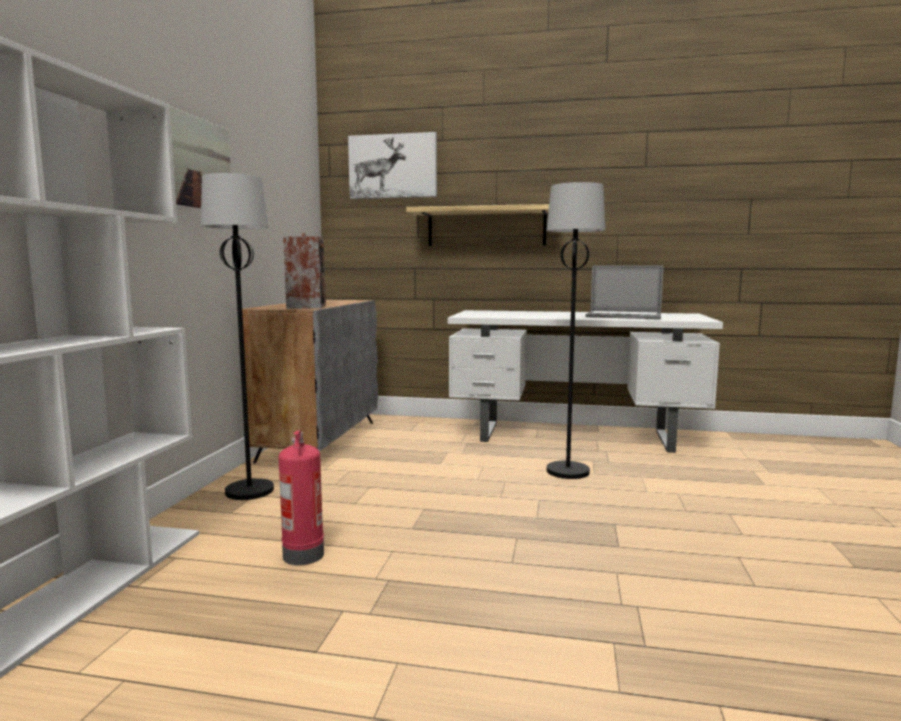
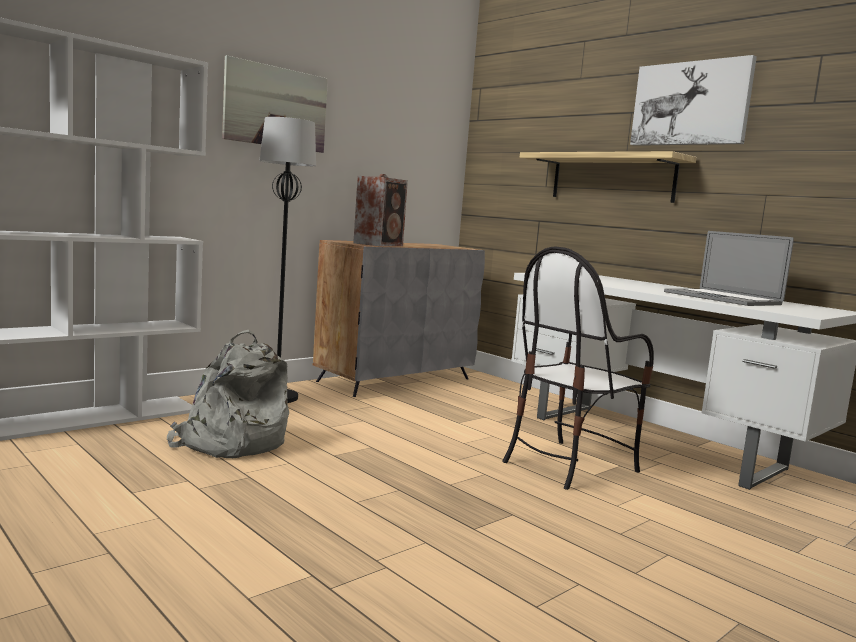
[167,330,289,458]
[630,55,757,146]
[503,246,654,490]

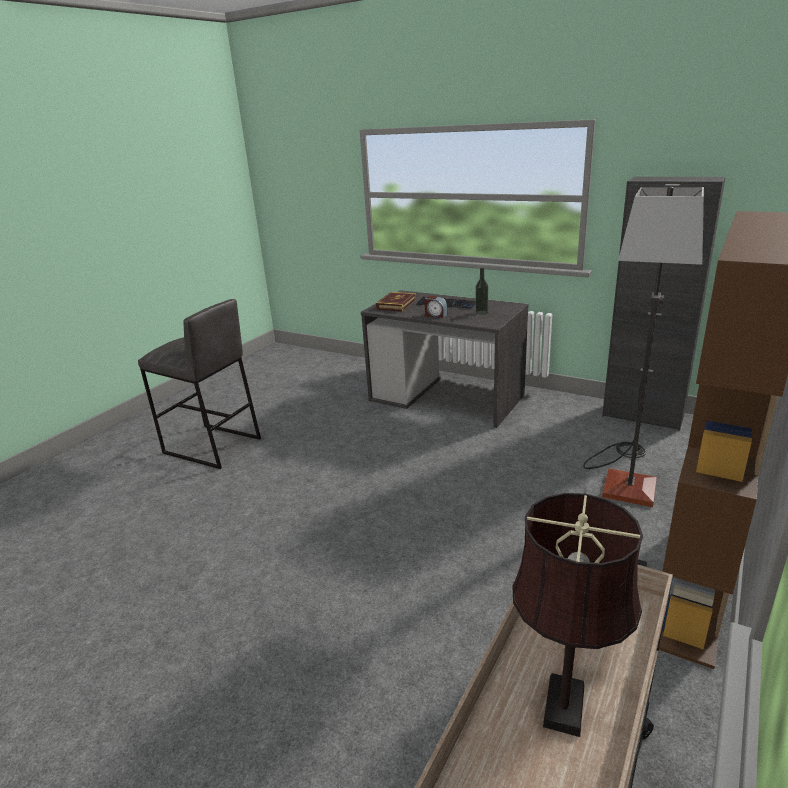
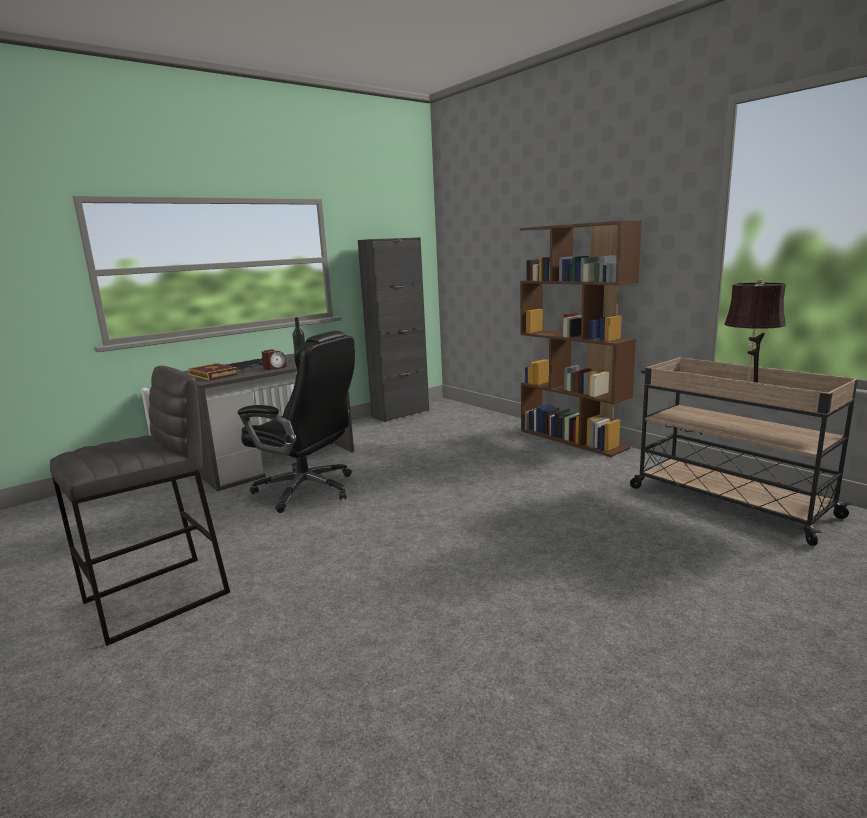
[583,187,704,507] (first image)
[238,331,355,513]

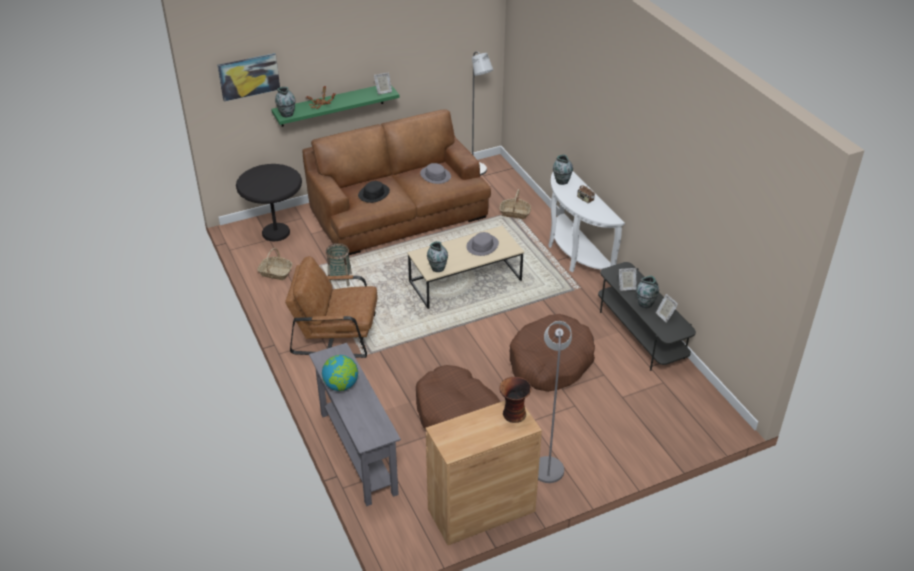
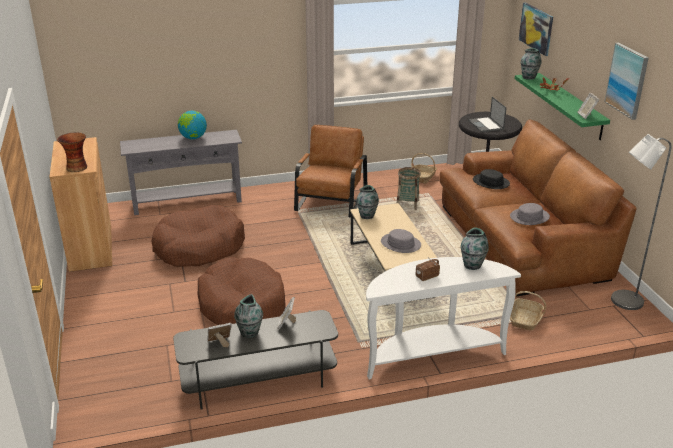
[538,321,572,483] (first image)
[468,97,507,133]
[604,43,649,120]

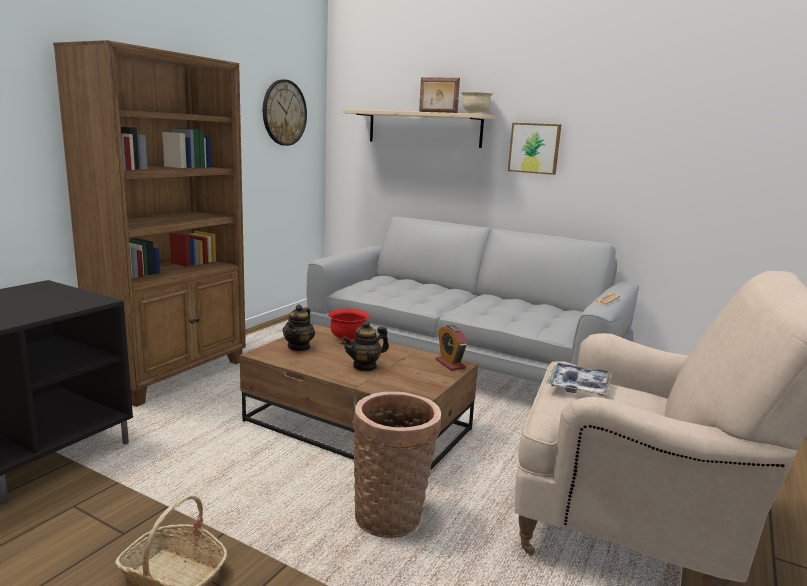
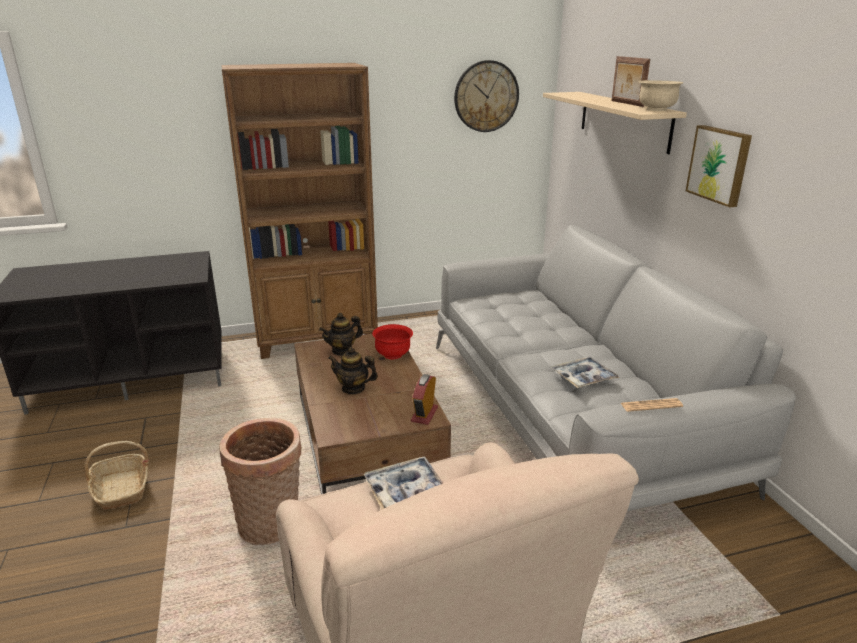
[551,357,620,388]

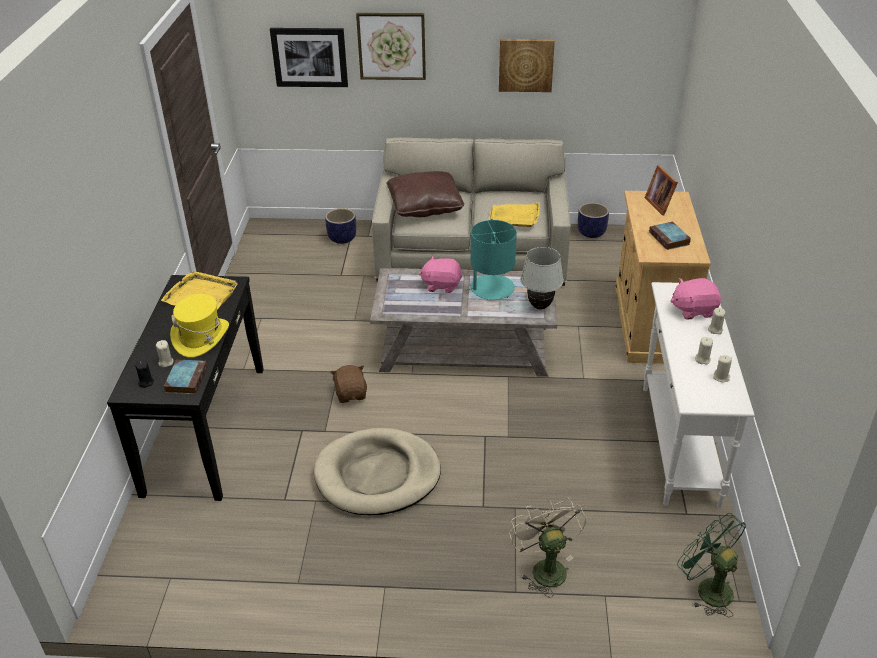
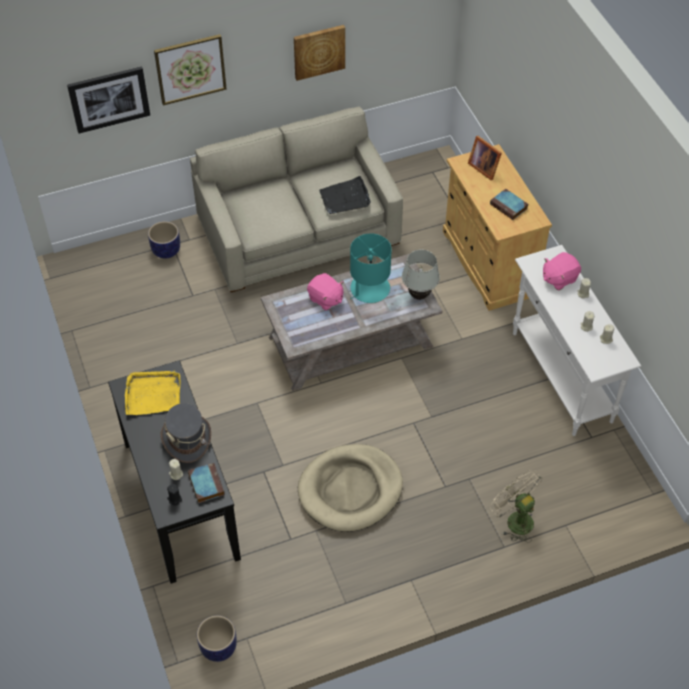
[161,403,211,463]
[331,365,367,403] (first image)
[387,171,464,217] (first image)
[307,273,343,310]
[319,176,371,214]
[197,615,237,662]
[677,513,746,617] (first image)

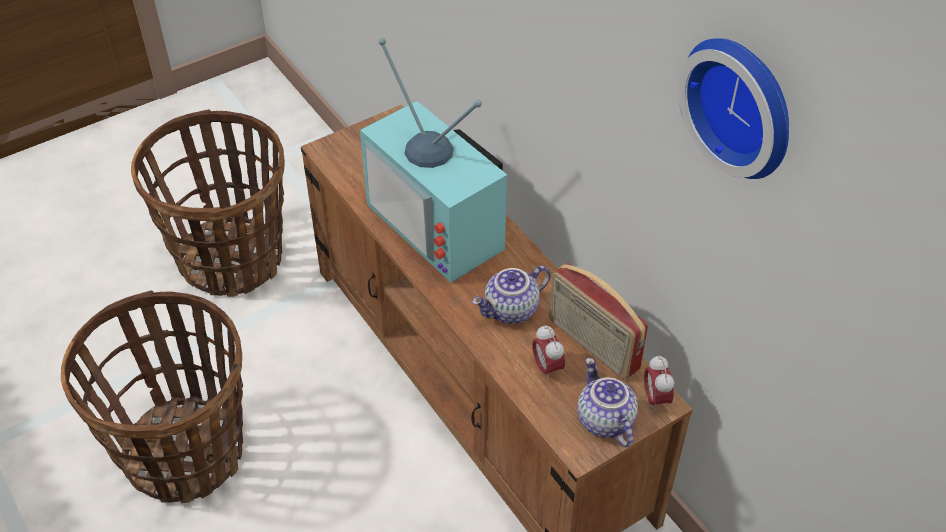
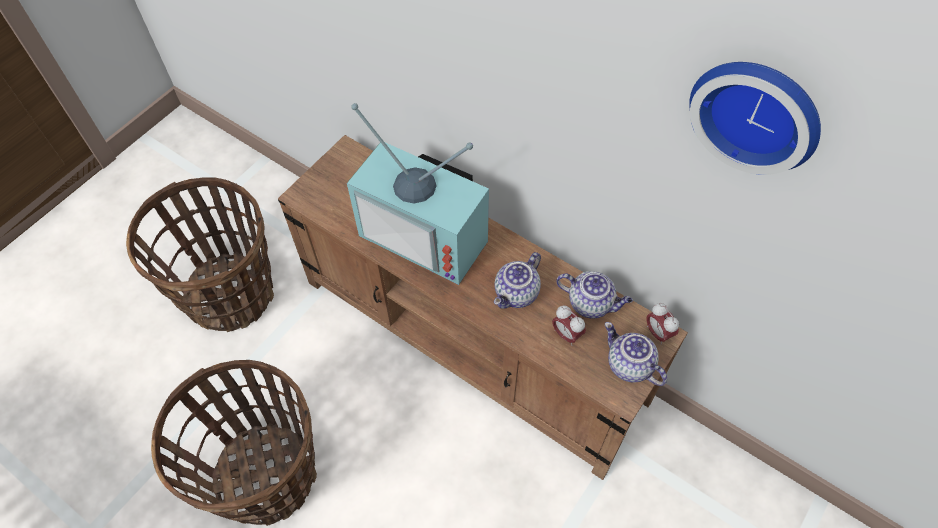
[556,271,633,319]

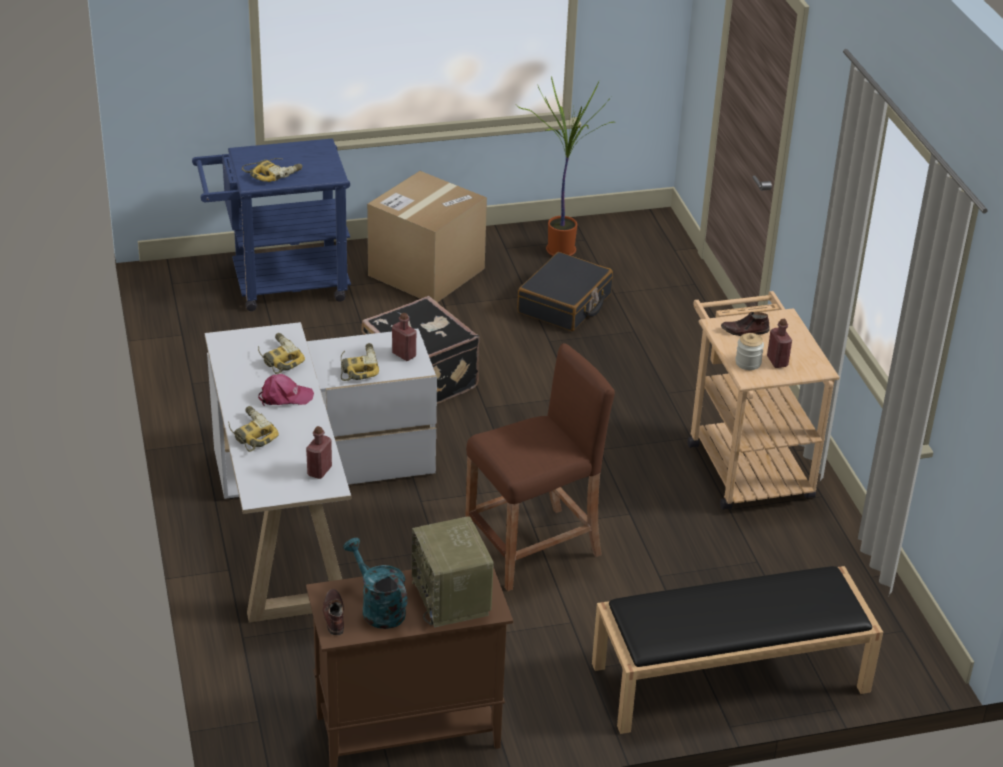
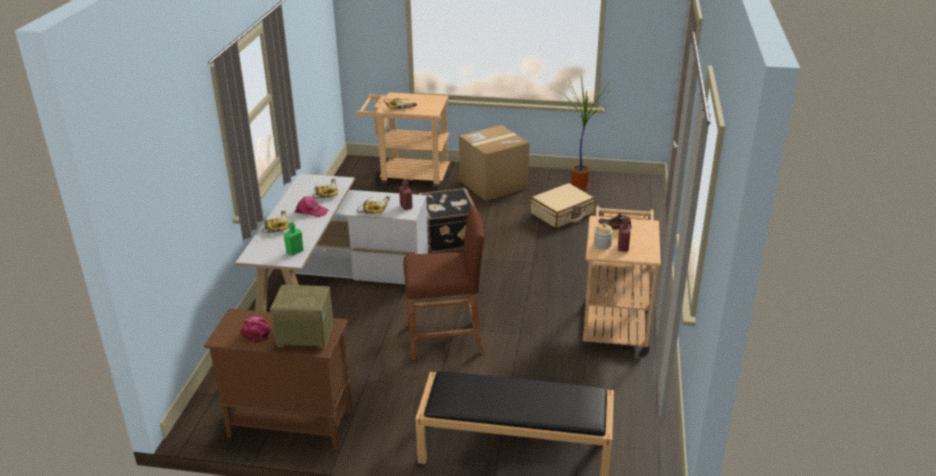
[356,92,450,190]
[284,221,304,256]
[323,589,344,635] (first image)
[240,316,271,342]
[270,285,333,349]
[530,183,595,228]

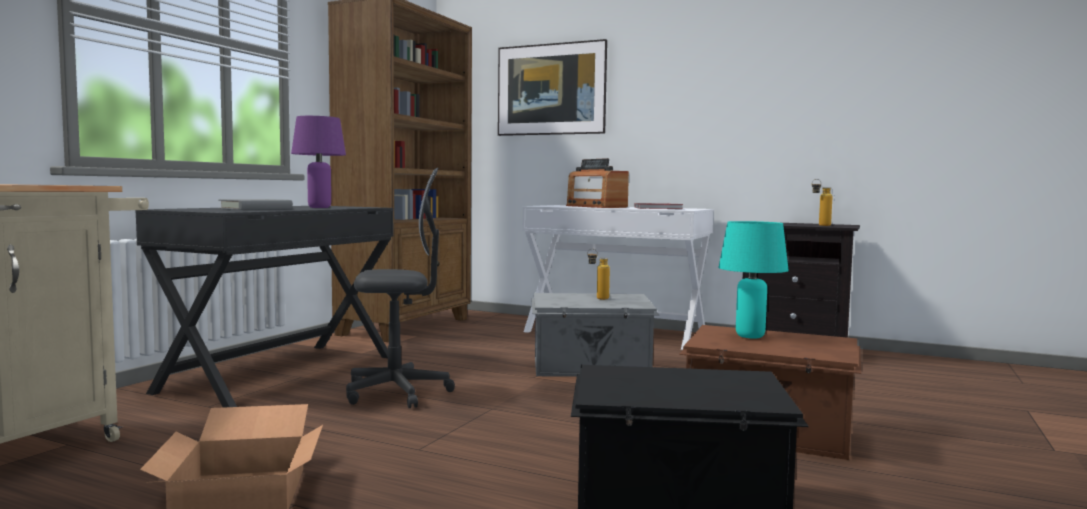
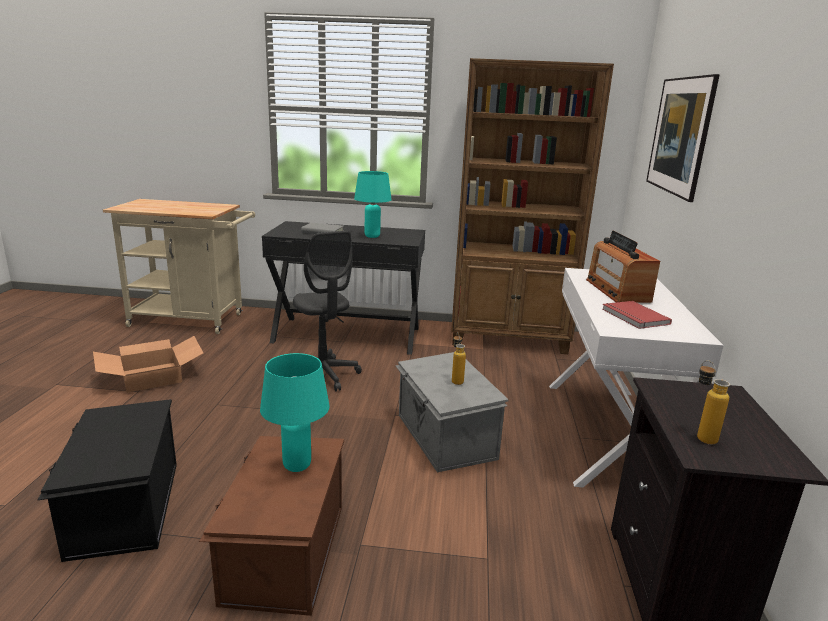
[354,171,392,238]
[586,231,660,303]

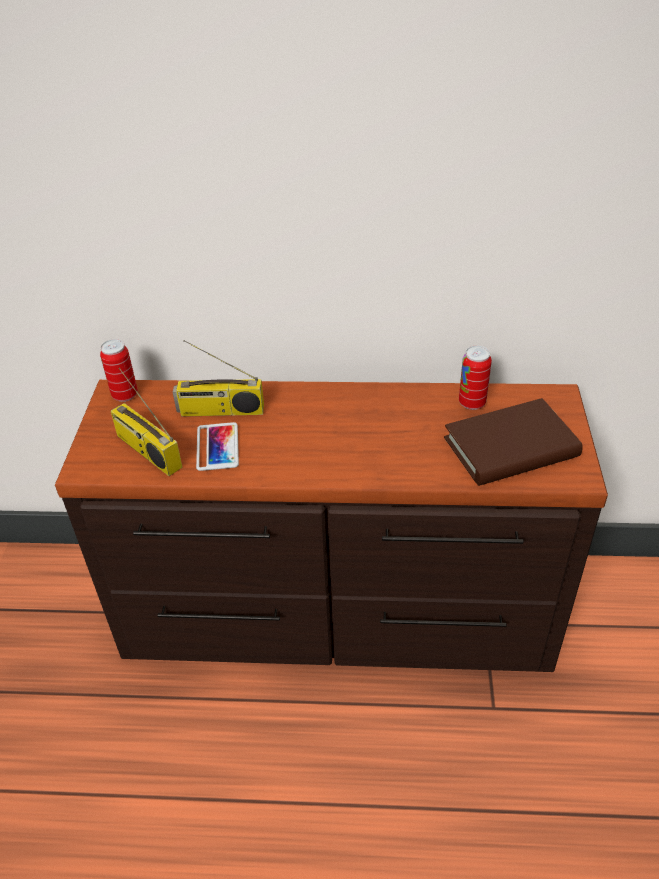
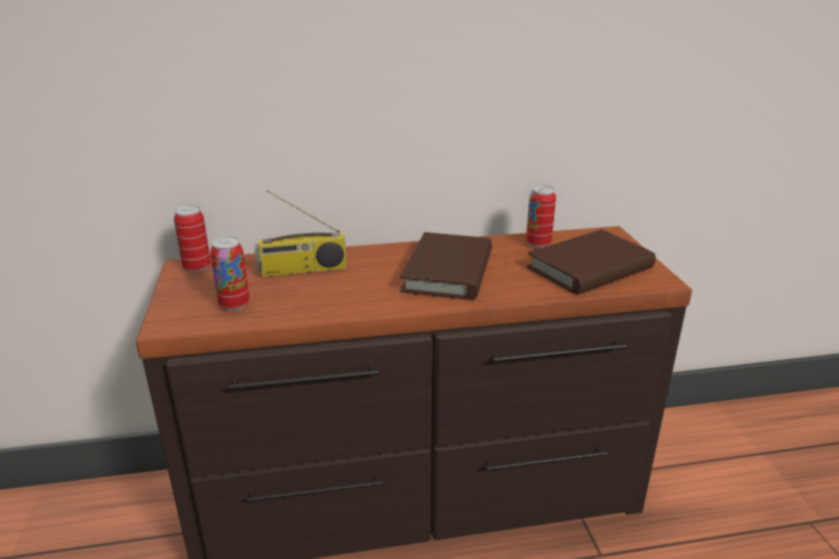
[210,236,250,311]
[196,422,239,471] (first image)
[400,232,492,300]

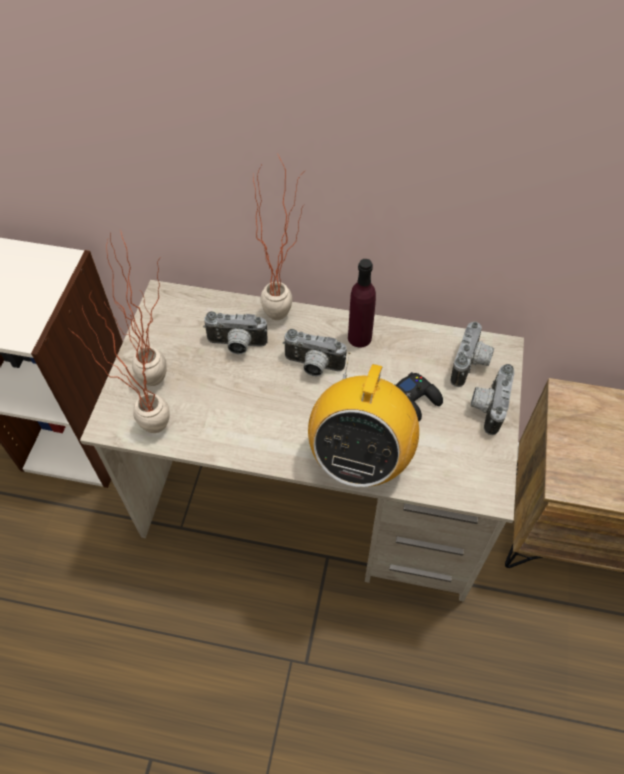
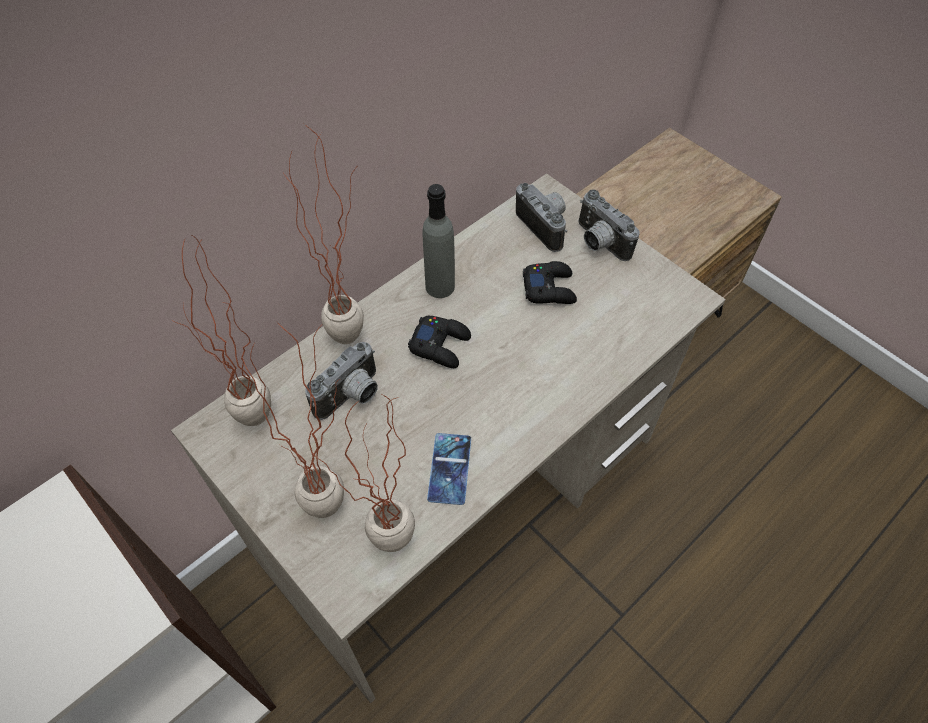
[408,316,471,368]
[308,353,419,487] (first image)
[422,184,455,298]
[173,235,271,426]
[427,433,471,505]

